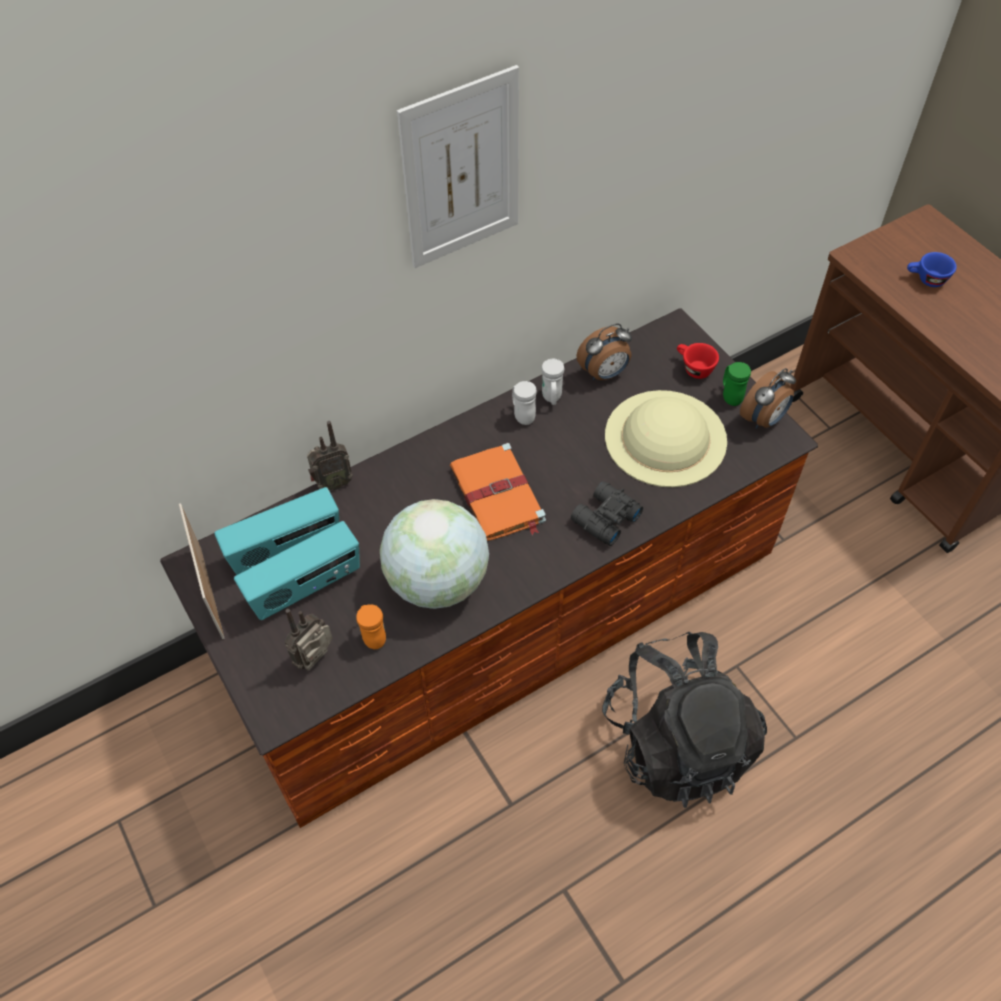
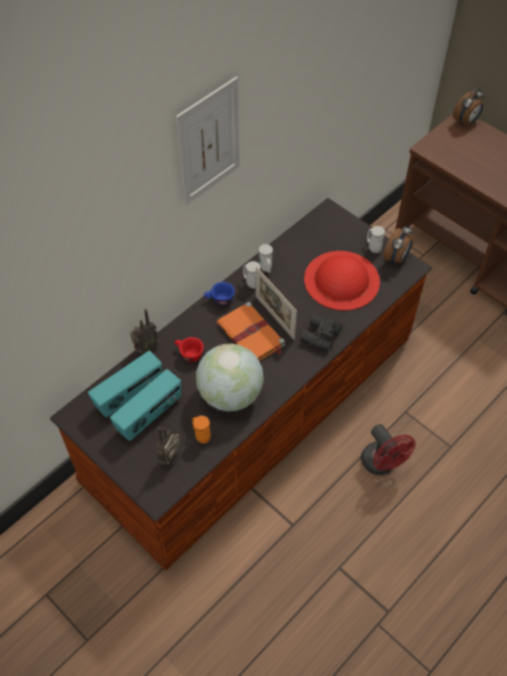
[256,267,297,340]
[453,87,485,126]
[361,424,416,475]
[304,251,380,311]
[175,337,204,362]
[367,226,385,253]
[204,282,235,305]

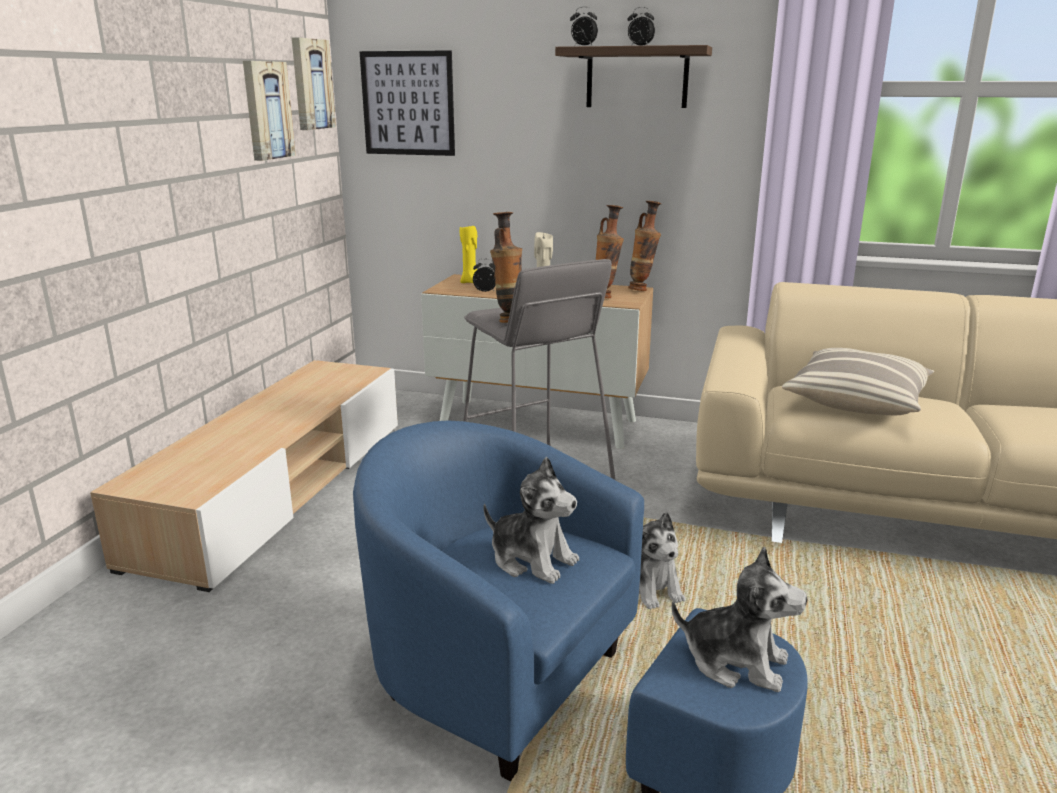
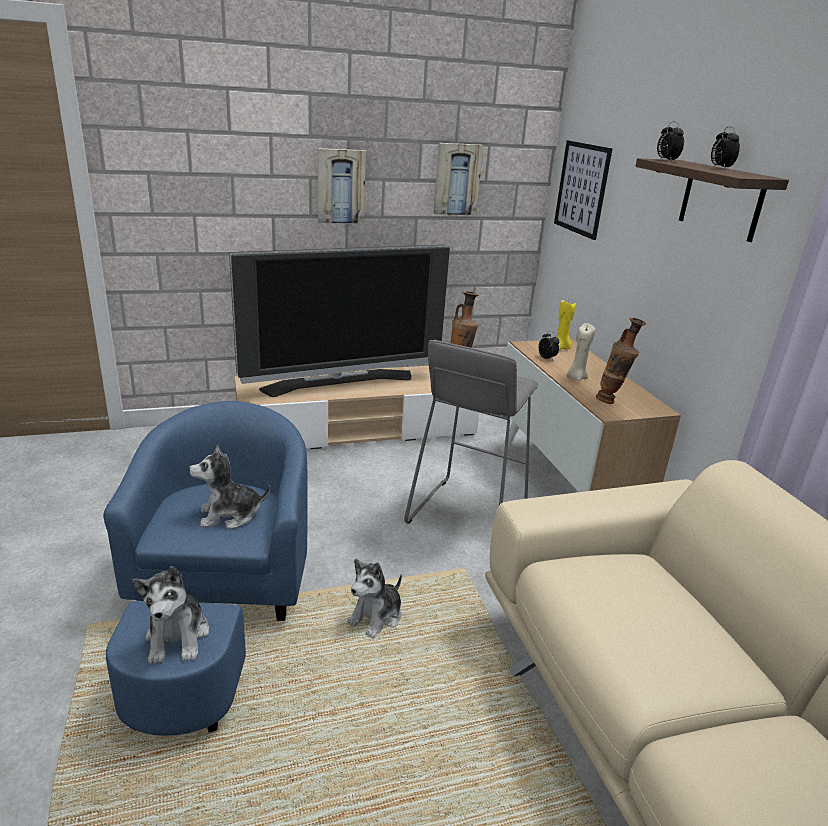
[318,148,366,223]
[189,445,270,529]
[628,201,662,291] (first image)
[782,348,934,415] (first image)
[229,245,450,397]

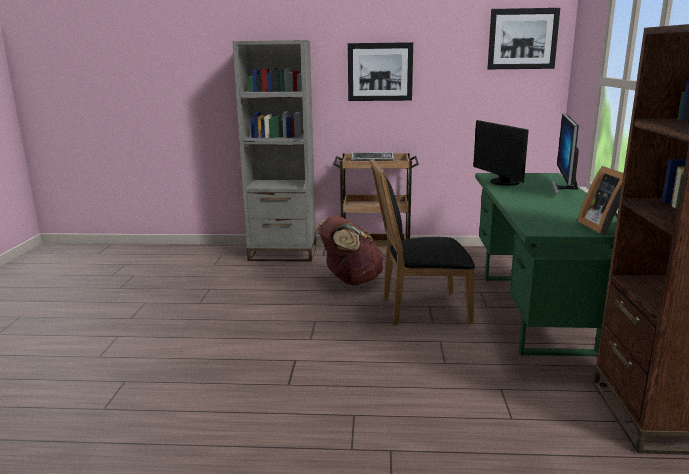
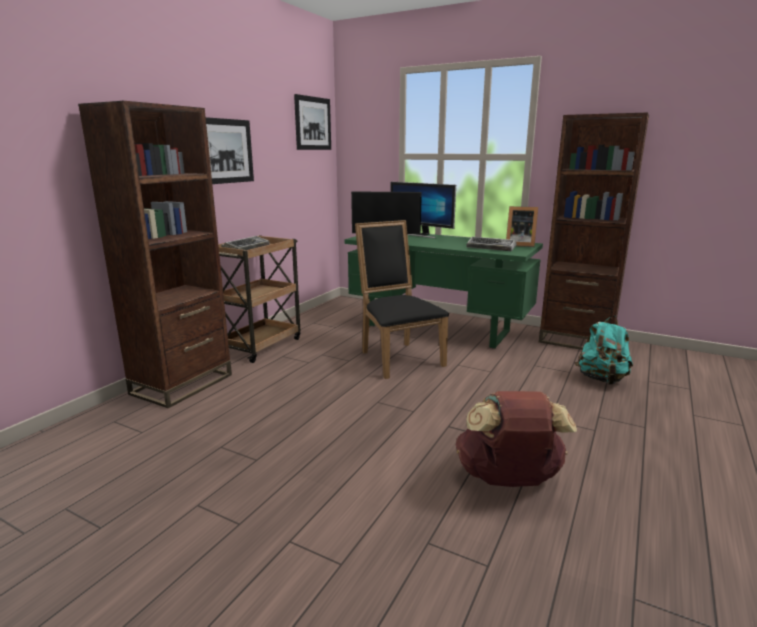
[78,101,232,408]
[455,391,577,487]
[355,220,449,379]
[466,237,516,251]
[575,316,633,385]

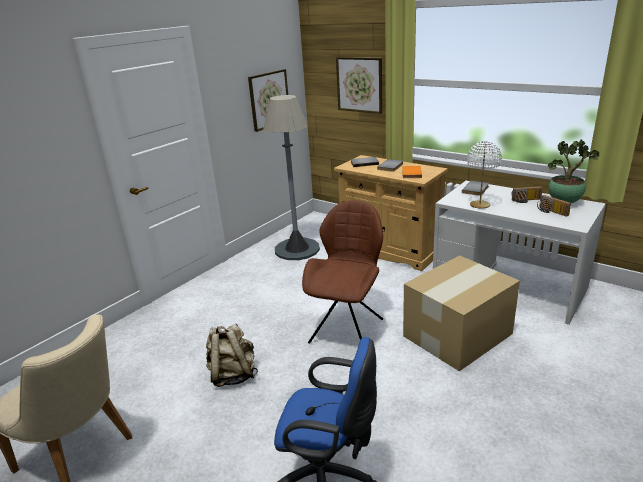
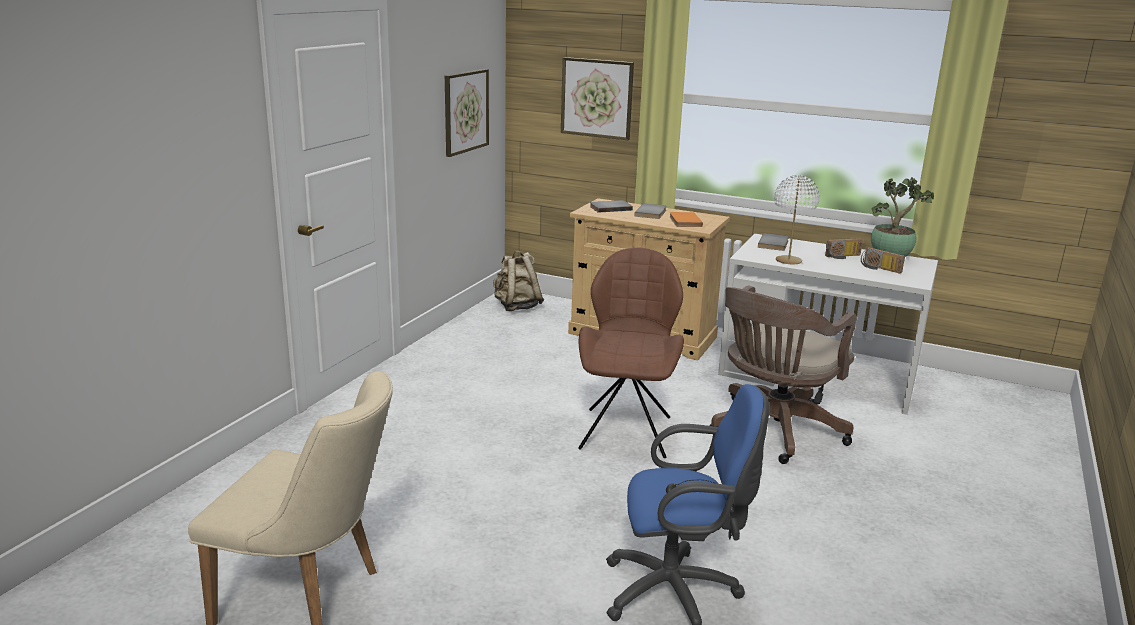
[493,250,544,311]
[263,95,320,260] (first image)
[709,285,856,464]

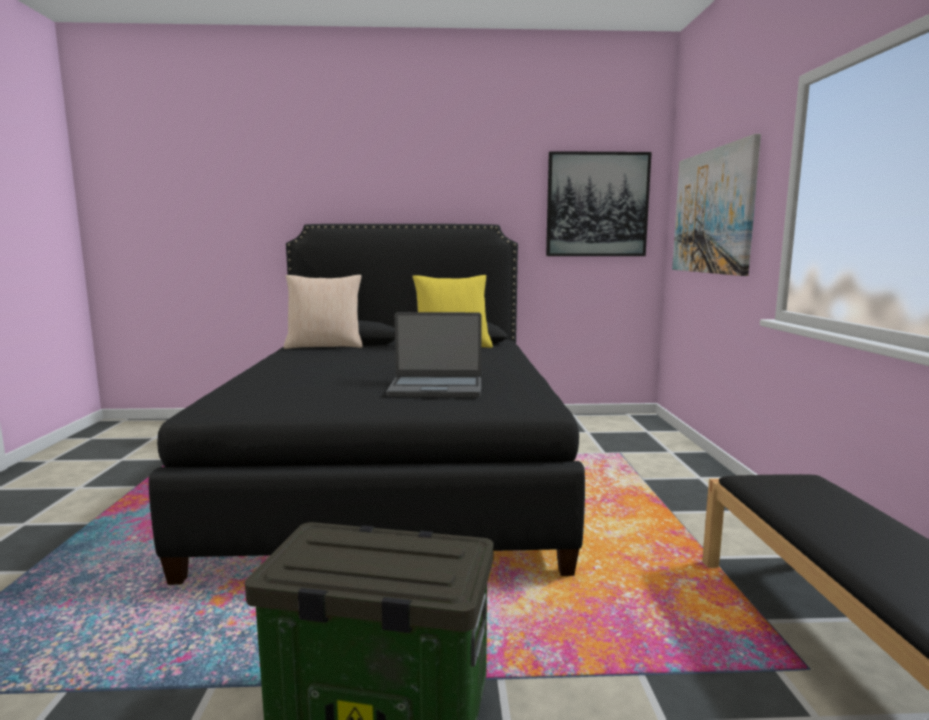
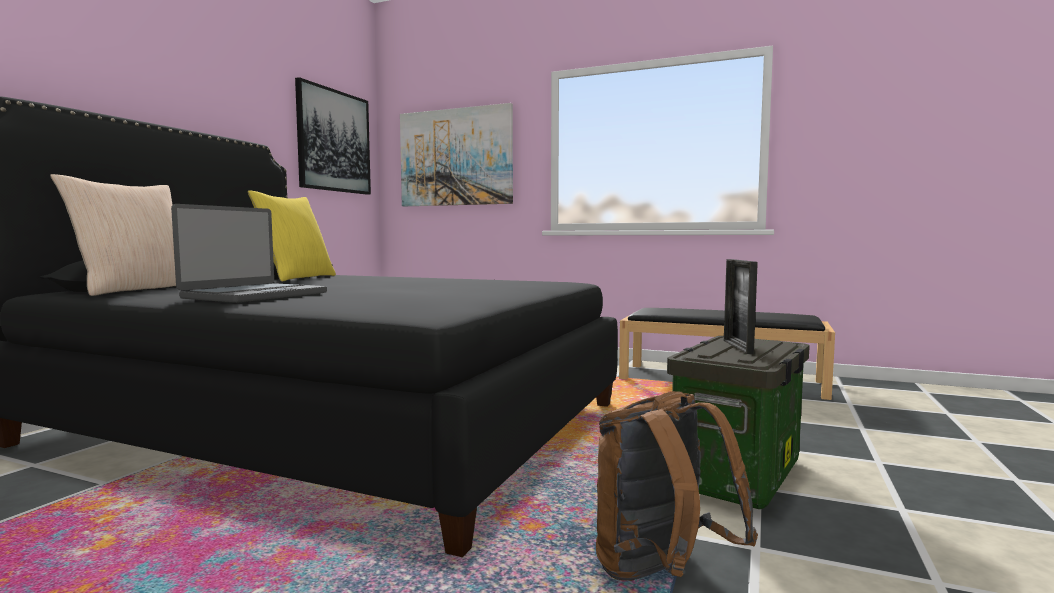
[171,204,327,303]
[596,391,758,581]
[724,259,758,354]

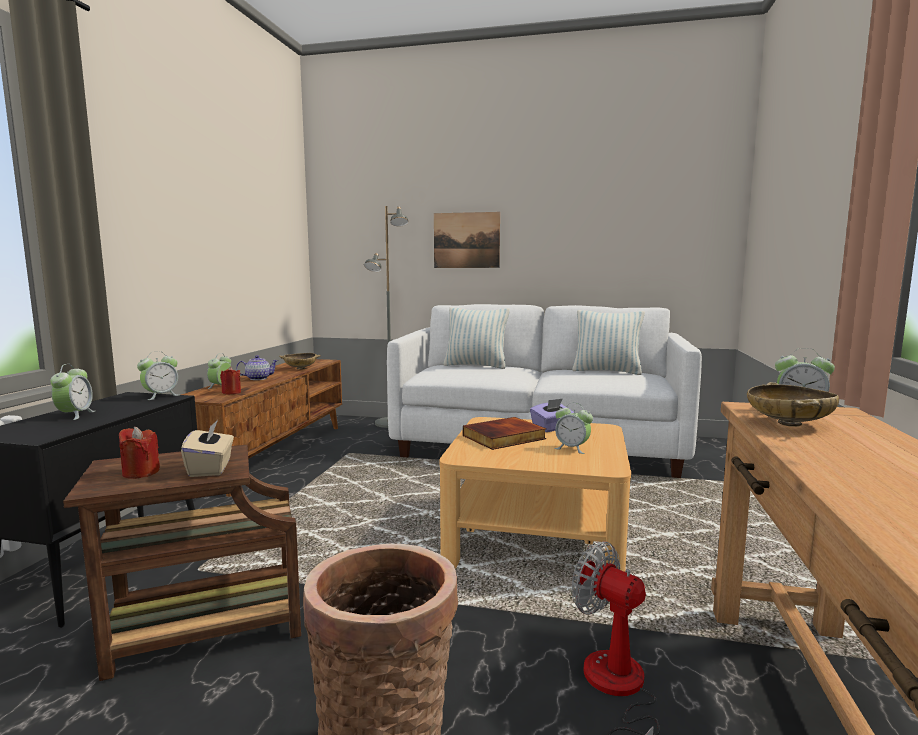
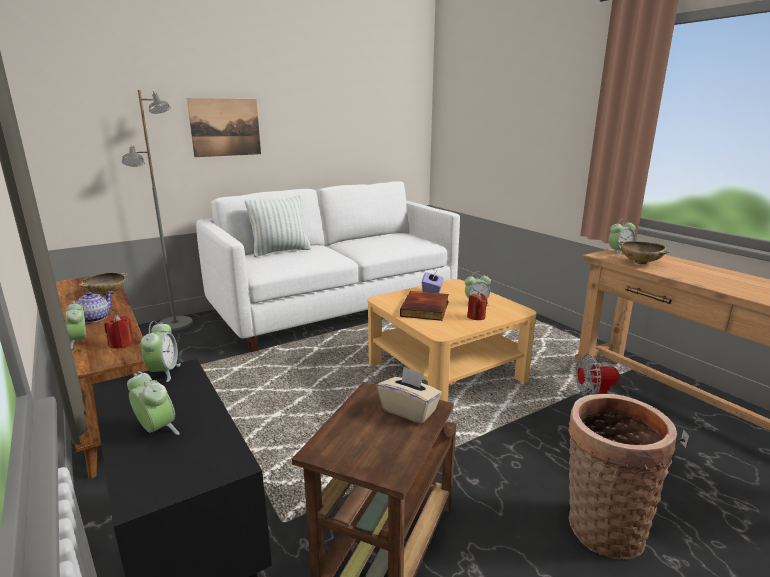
[467,293,488,320]
[572,310,645,375] (first image)

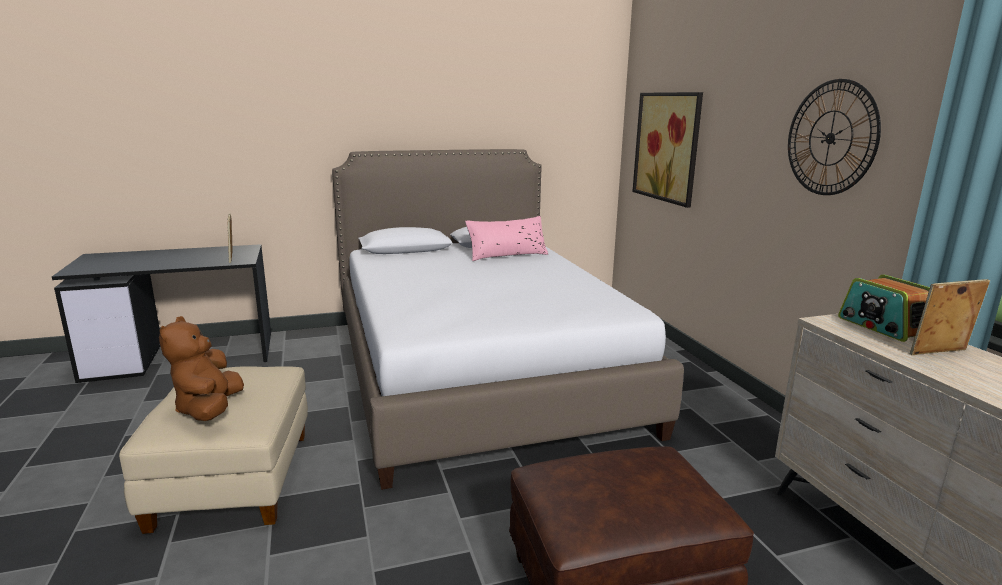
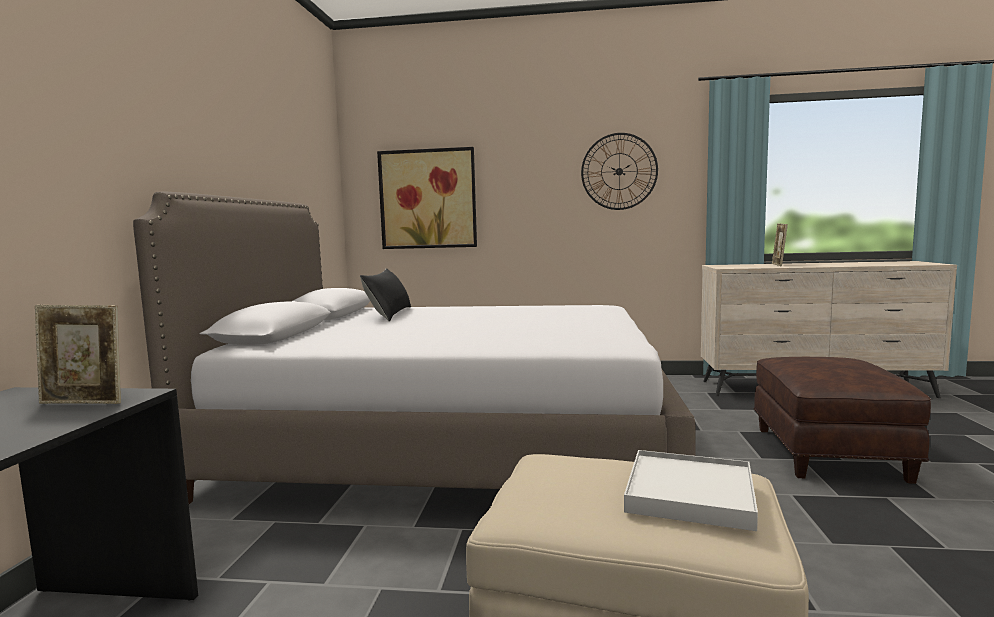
[624,450,758,531]
[360,268,411,321]
[838,275,930,342] (first image)

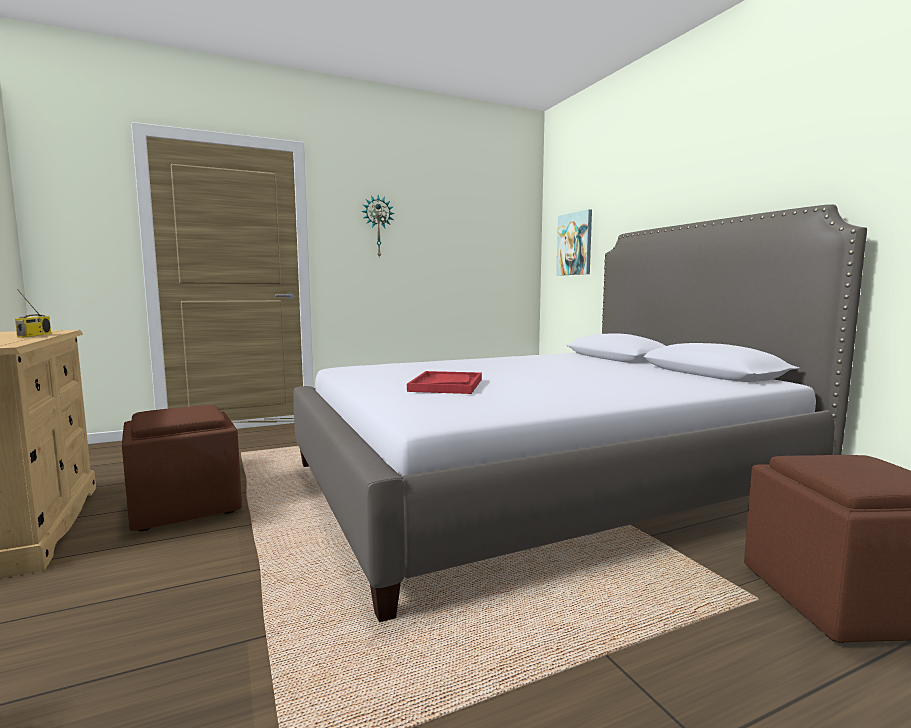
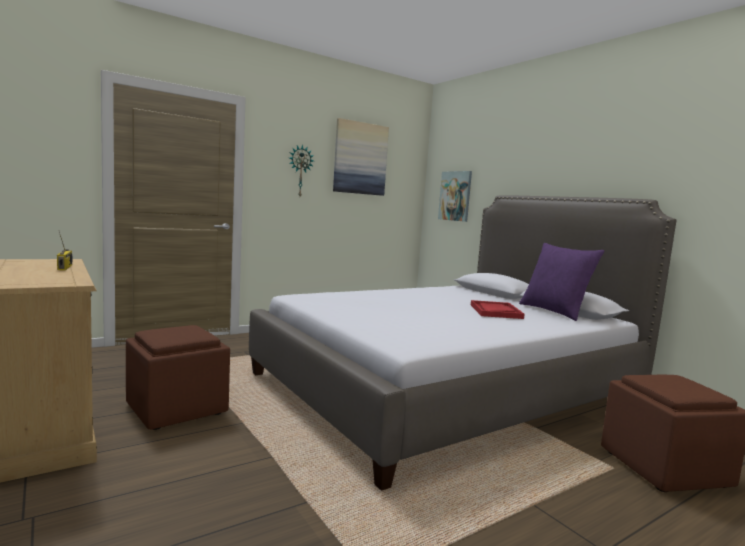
[471,300,524,319]
[333,118,389,196]
[519,243,604,321]

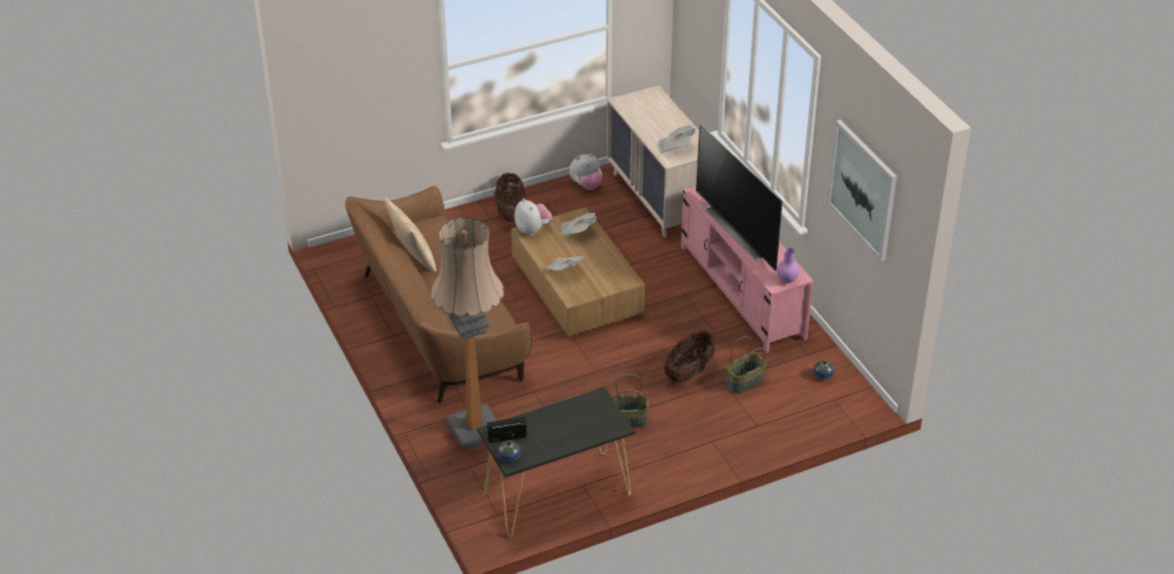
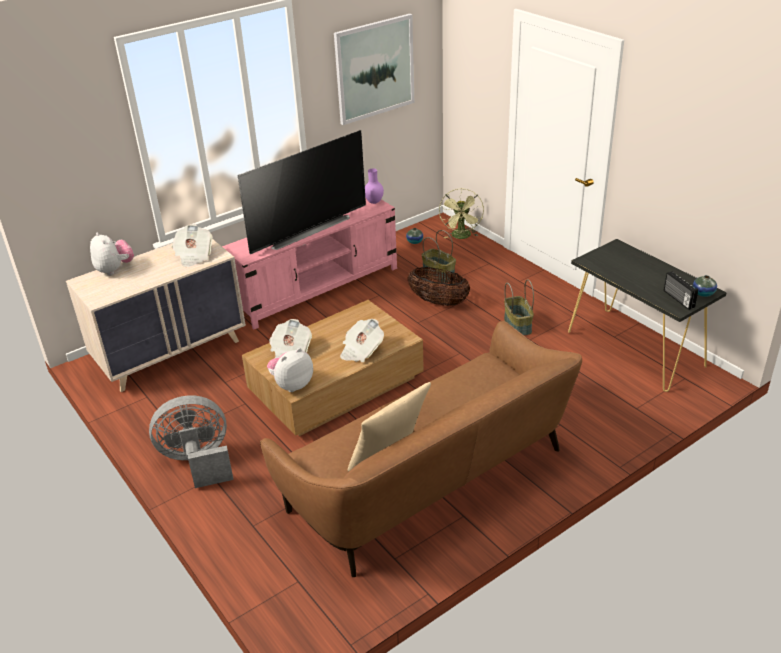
[431,217,504,450] (first image)
[149,395,234,488]
[90,232,134,275]
[439,188,484,239]

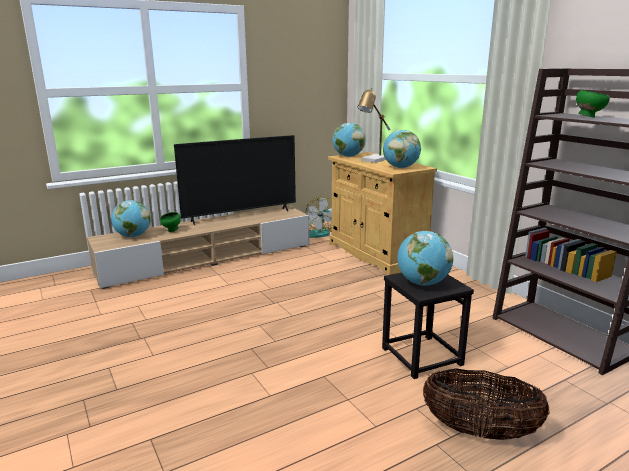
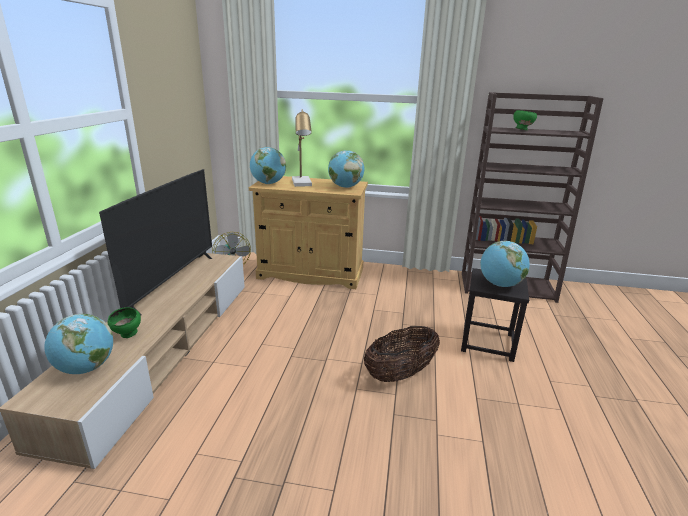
[364,326,440,382]

